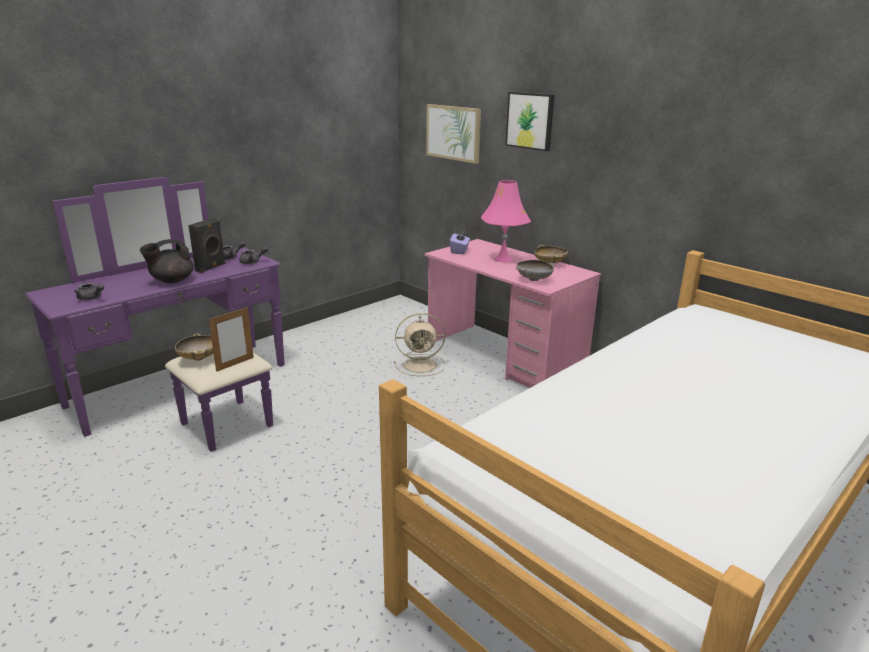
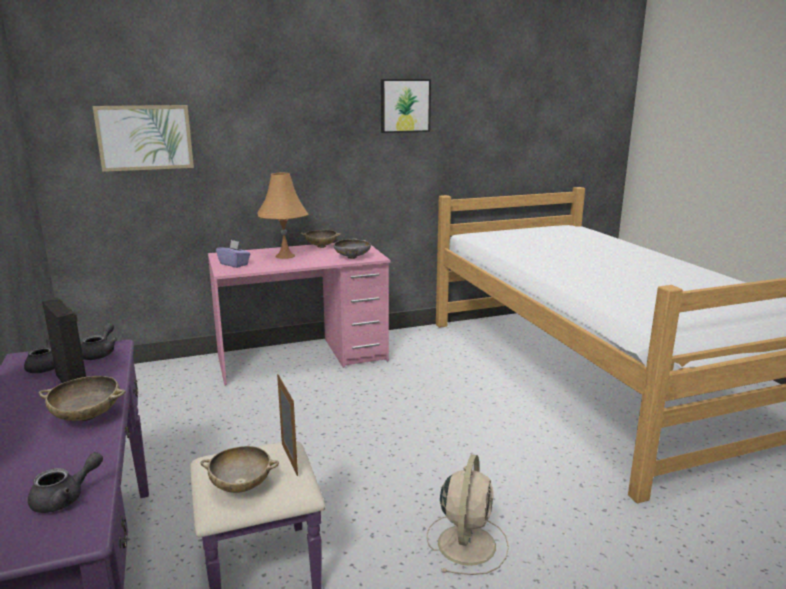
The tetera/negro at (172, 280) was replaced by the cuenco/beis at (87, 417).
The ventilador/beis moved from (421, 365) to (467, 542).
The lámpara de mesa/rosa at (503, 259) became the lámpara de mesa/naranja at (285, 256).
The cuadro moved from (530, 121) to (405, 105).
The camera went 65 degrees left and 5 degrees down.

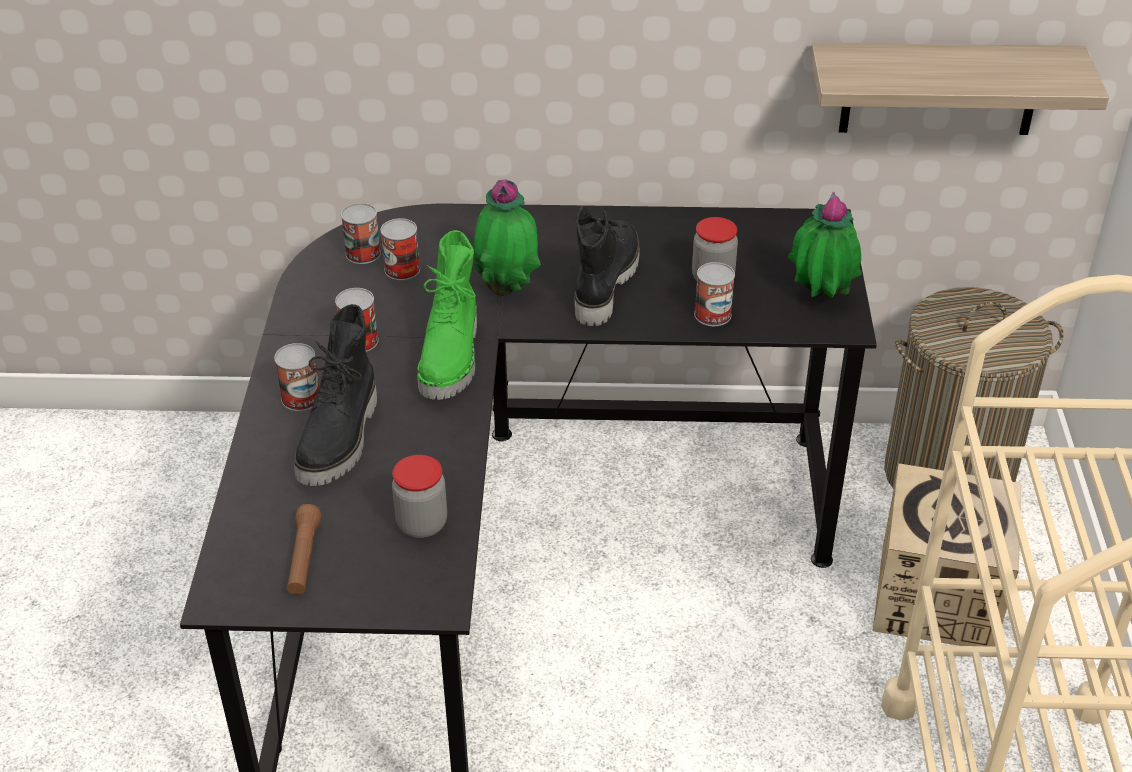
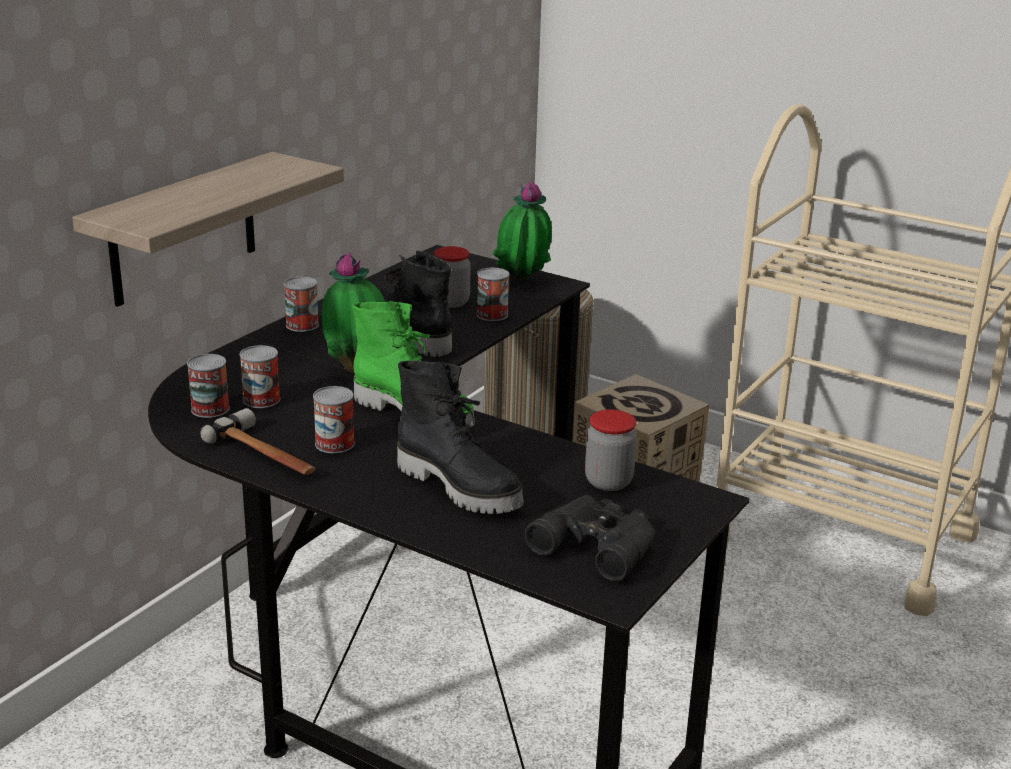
The lata moved from (301, 398) to (302, 325).
The linterna/marrón at (304, 558) was replaced by the prismáticos/negro at (598, 544).
The estante moved from (940, 88) to (183, 229).
The martillo at (266, 454) appeared.
The camera went 60 degrees left and 15 degrees down.

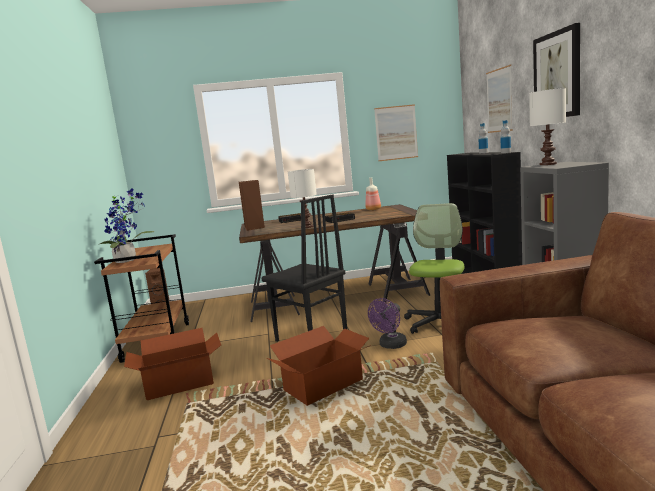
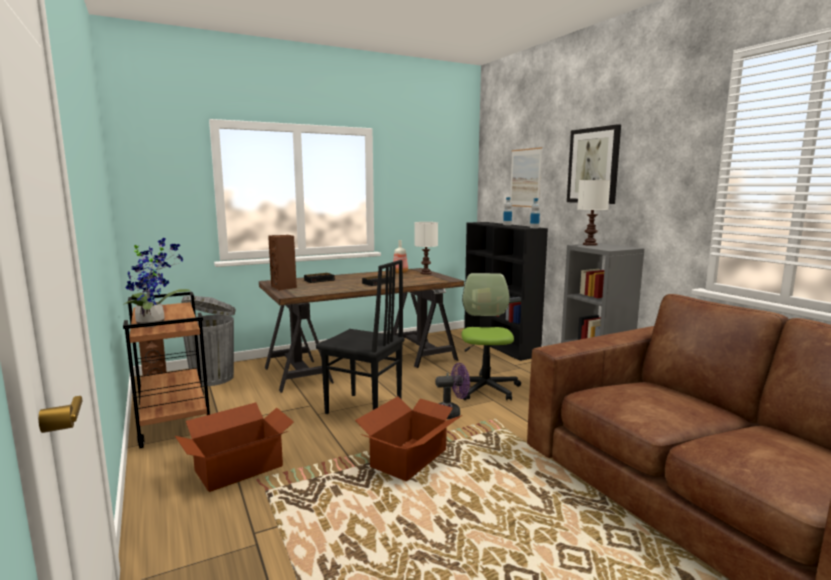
The lámpara de mesa/blanco moved from (307, 227) to (426, 273).
The ventilador/morado at (390, 345) turned 120 degrees counterclockwise.
The cuadro at (396, 133) disappeared.
The papelera/gris at (213, 378) appeared.
The camera went 20 degrees left and 0 degrees up.

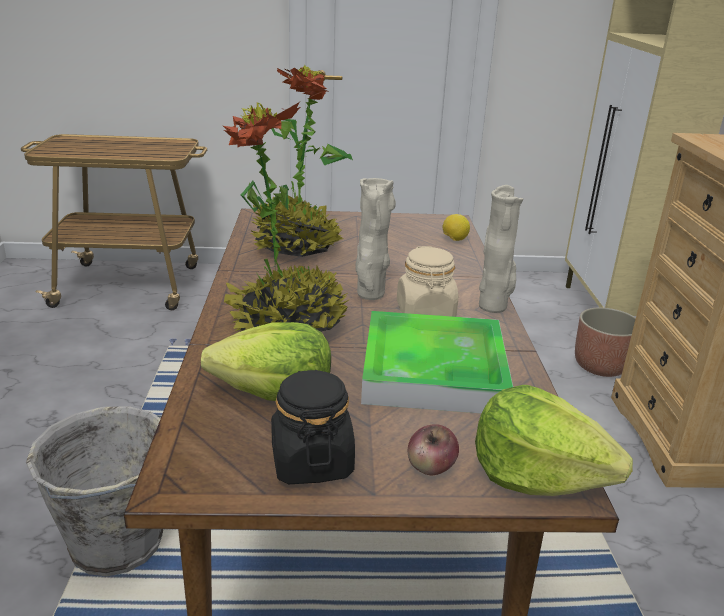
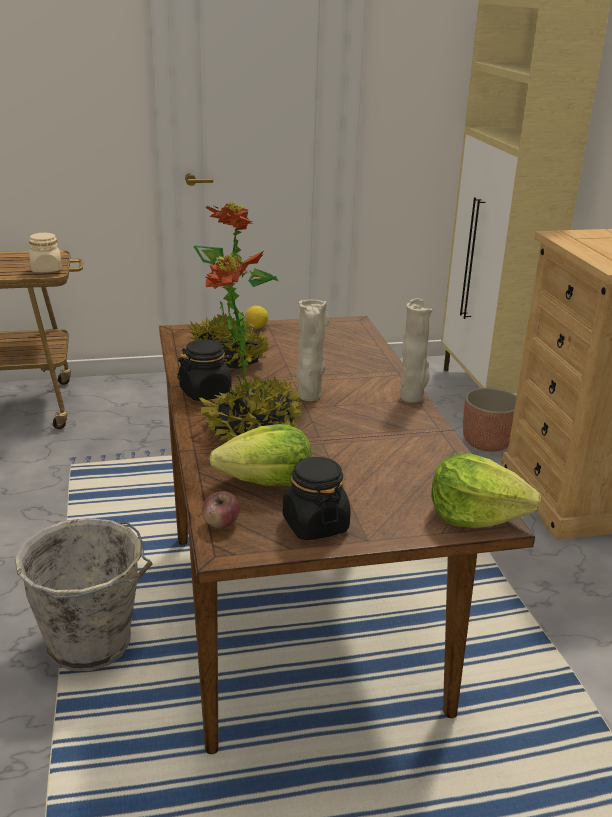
The bandeja at (433, 370) disappeared.
The tarro/beis moved from (425, 313) to (46, 269).
The manzana moved from (431, 467) to (221, 523).
The limón moved from (454, 239) to (256, 327).
The tarro/negro at (206, 392) appeared.
The camera went 10 degrees left and 0 degrees up.

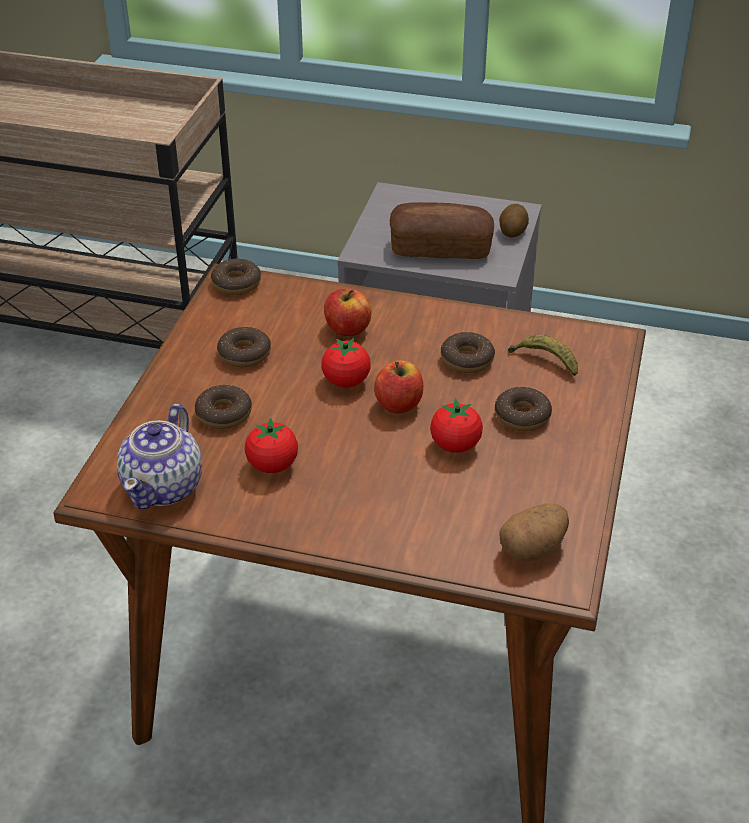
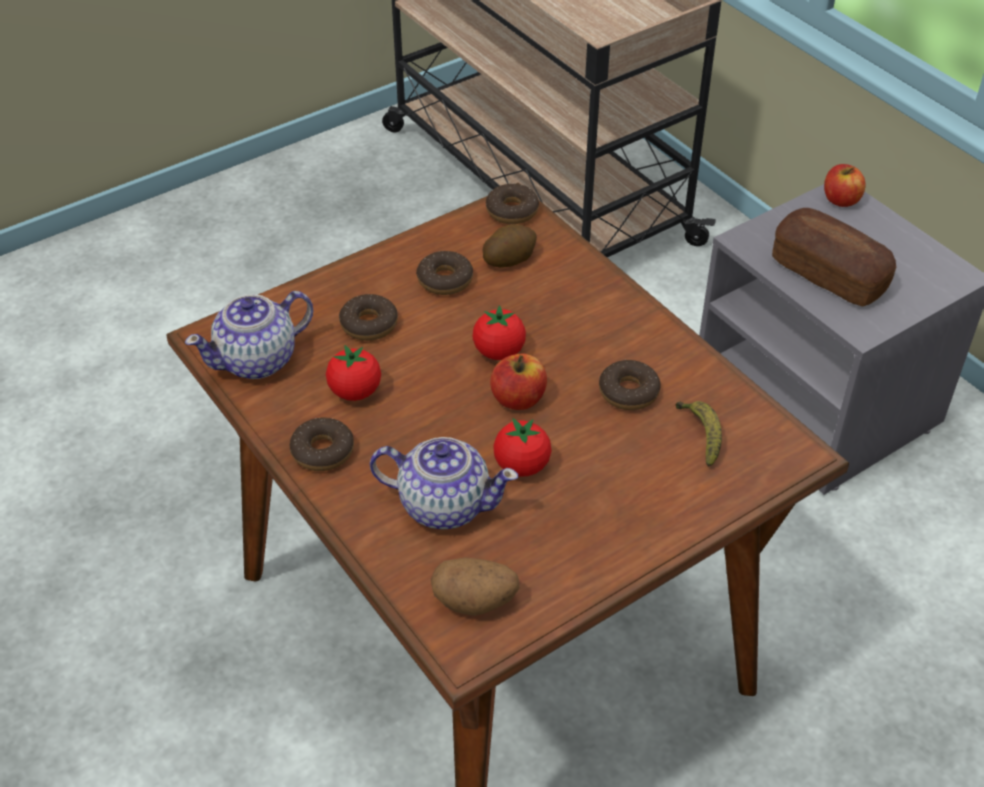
The manzana moved from (347, 329) to (840, 200).
The rosquilla moved from (522, 416) to (322, 451).
The patata moved from (512, 231) to (509, 259).
The tetera at (443, 504) appeared.
The camera went 40 degrees right and 5 degrees up.

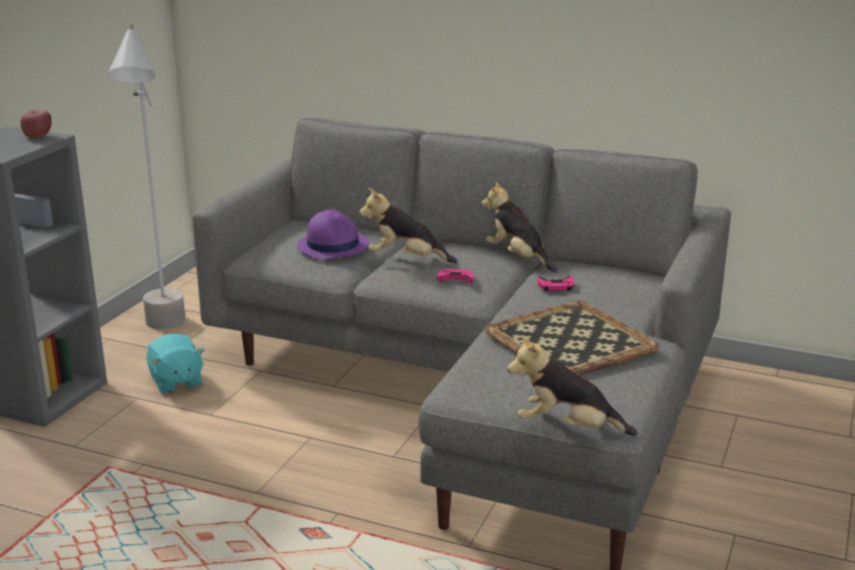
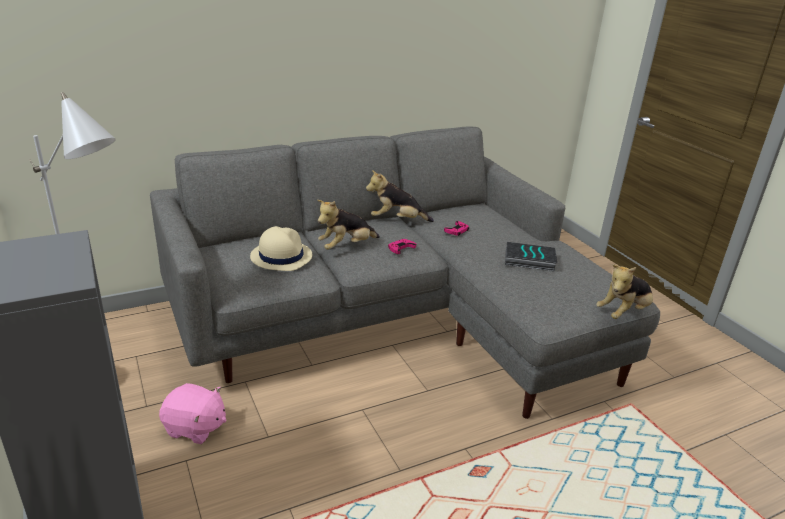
The manzana at (37, 136) disappeared.
The peluche/turquesa at (176, 382) became the peluche/rosa at (195, 428).
The sombrero/morado at (333, 245) became the sombrero/beis at (281, 256).
The bandeja at (568, 340) was replaced by the libro at (528, 260).
The camera went 50 degrees left and 5 degrees up.

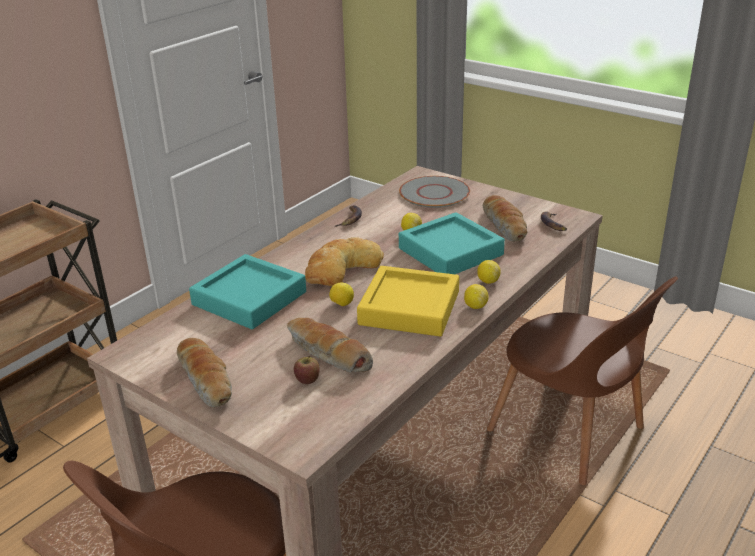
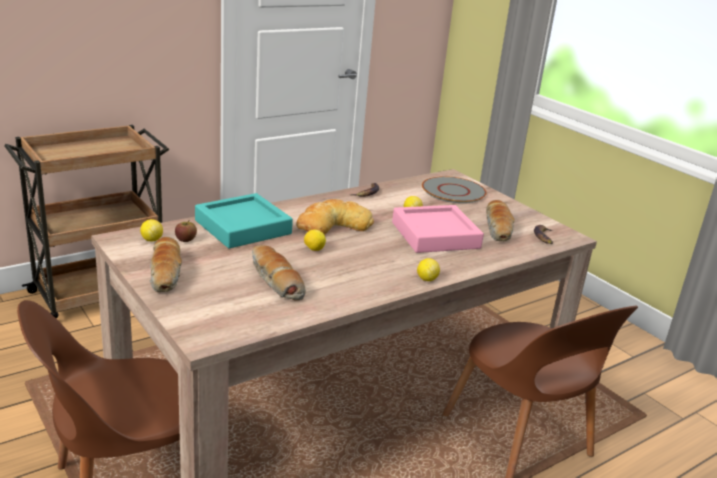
The manzana moved from (307, 379) to (186, 239).
The bandeja/amarillo at (409, 308) disappeared.
The bandeja/turquesa at (450, 252) became the bandeja/rosa at (435, 235).
The limón moved from (488, 281) to (152, 239).
The camera went 15 degrees right and 5 degrees down.

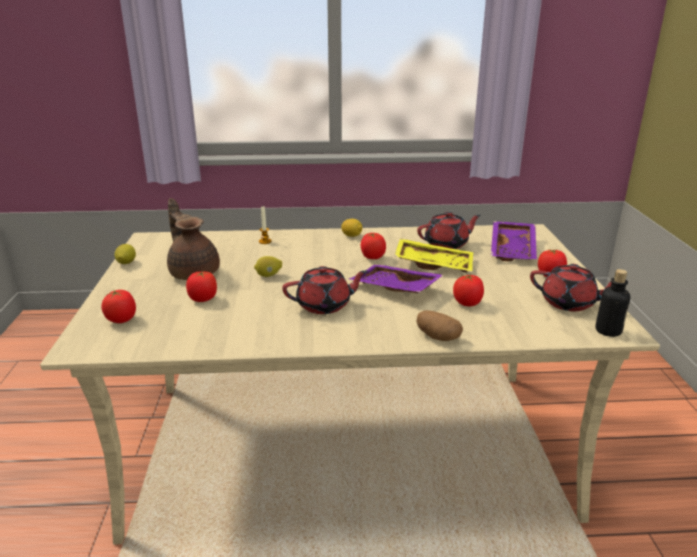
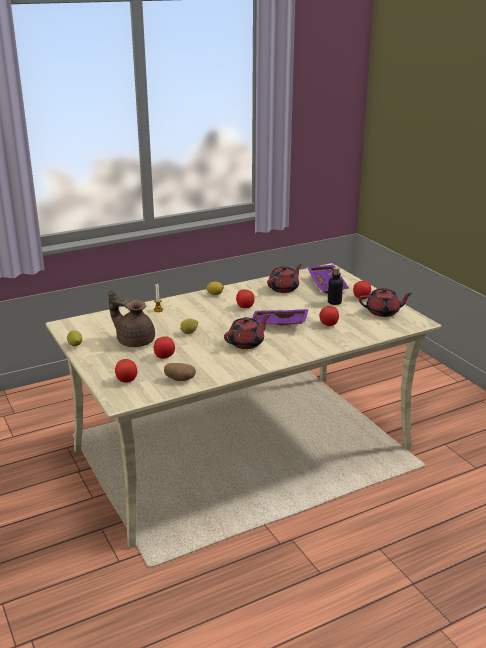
The bandeja/amarillo at (434, 264) disappeared.
The patata moved from (437, 337) to (179, 379).
The botella moved from (608, 331) to (334, 302).
The camera went 25 degrees left and 0 degrees up.

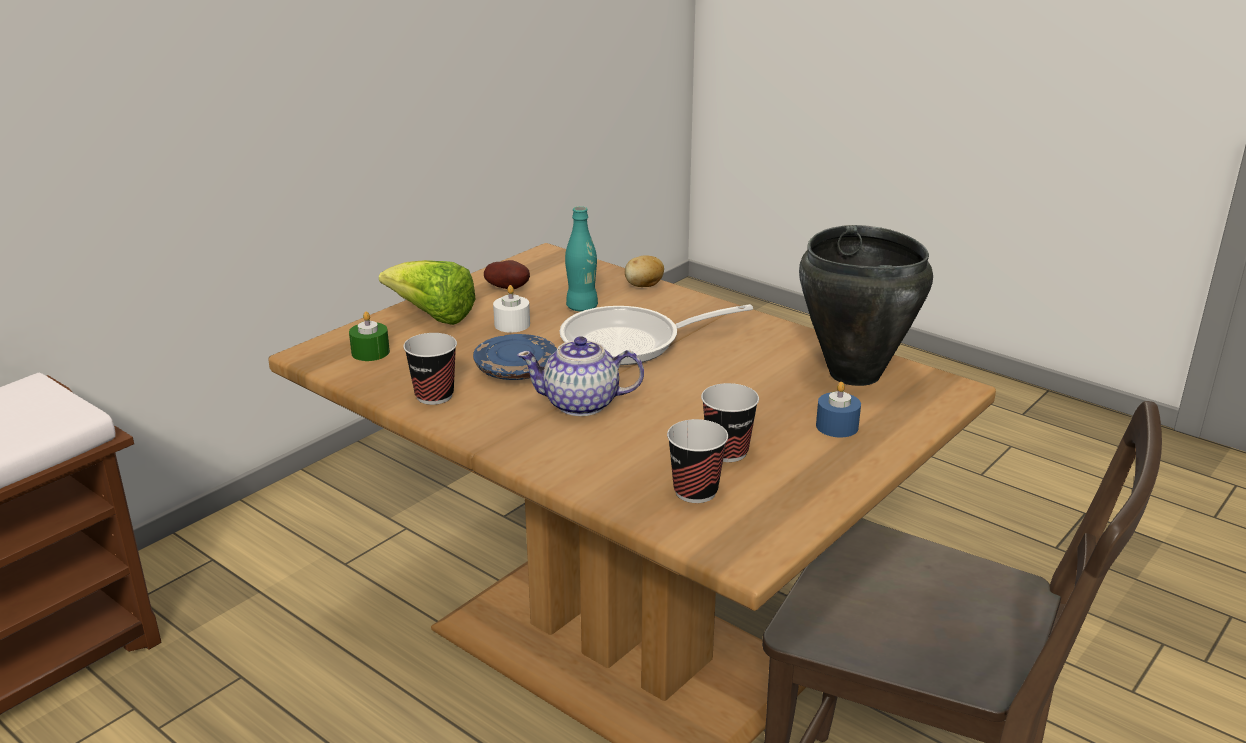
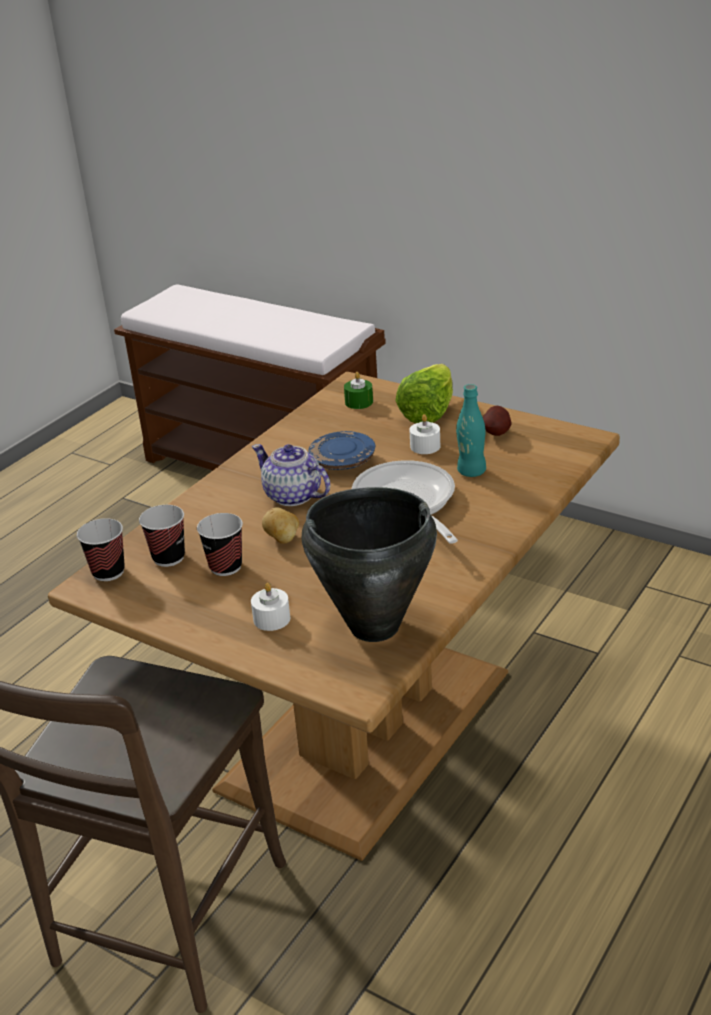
The taza moved from (434, 396) to (108, 572).
The tetera at (582, 404) turned 45 degrees counterclockwise.
The patata moved from (644, 286) to (283, 539).
The vela/azul at (837, 426) became the vela/blanco at (271, 619).
The camera went 85 degrees right and 5 degrees up.

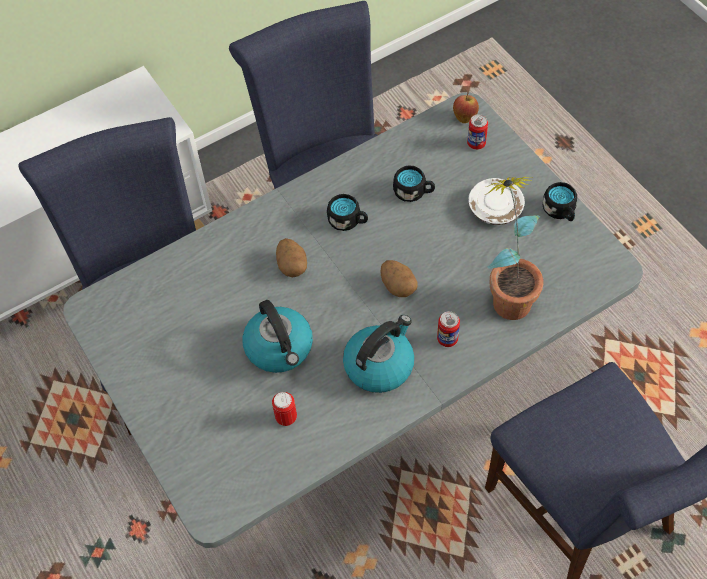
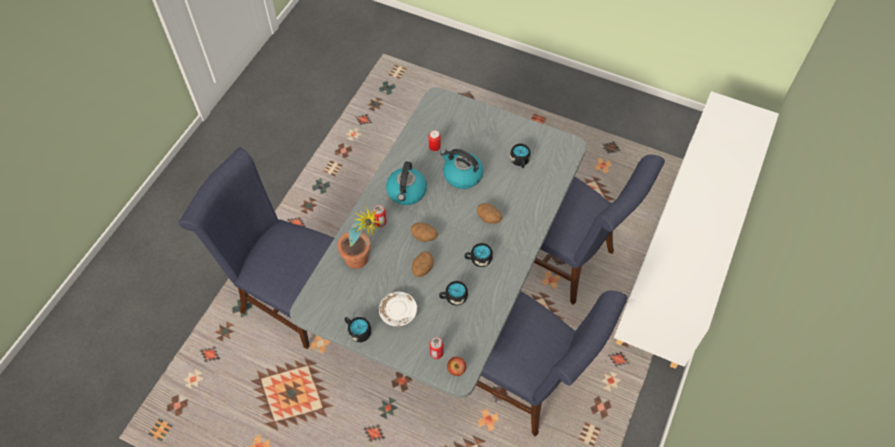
The patata at (422, 269) appeared.
The taza grande/negro at (520, 161) appeared.
The camera went 145 degrees right and 0 degrees up.

